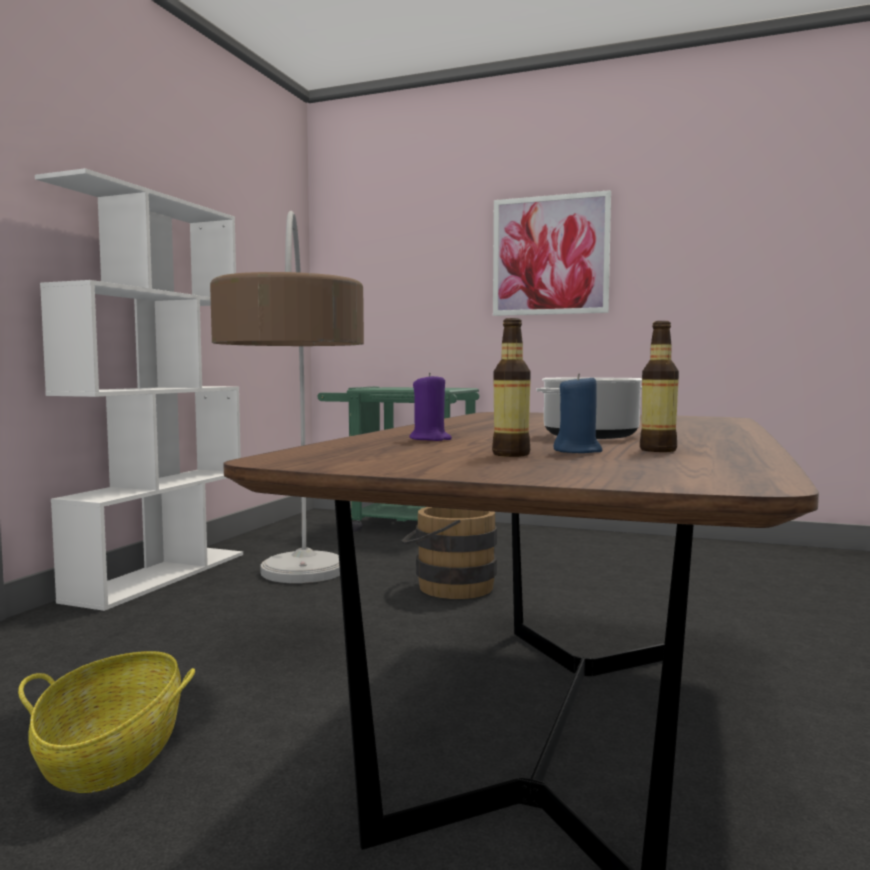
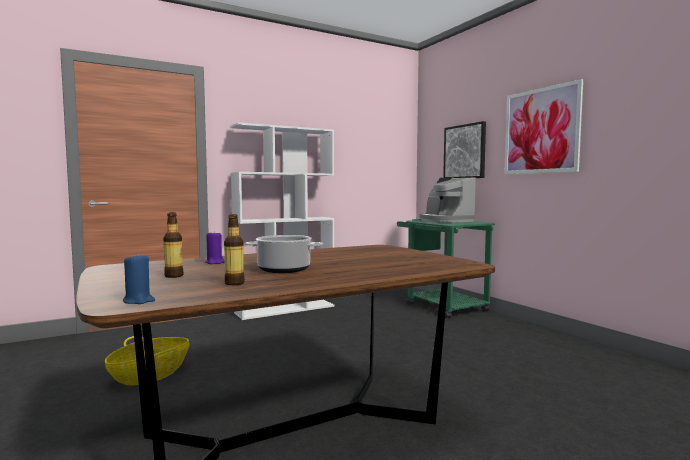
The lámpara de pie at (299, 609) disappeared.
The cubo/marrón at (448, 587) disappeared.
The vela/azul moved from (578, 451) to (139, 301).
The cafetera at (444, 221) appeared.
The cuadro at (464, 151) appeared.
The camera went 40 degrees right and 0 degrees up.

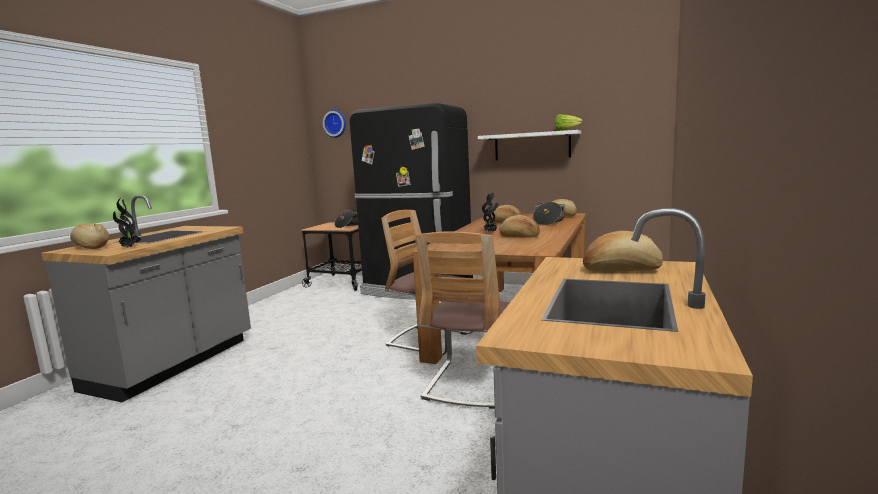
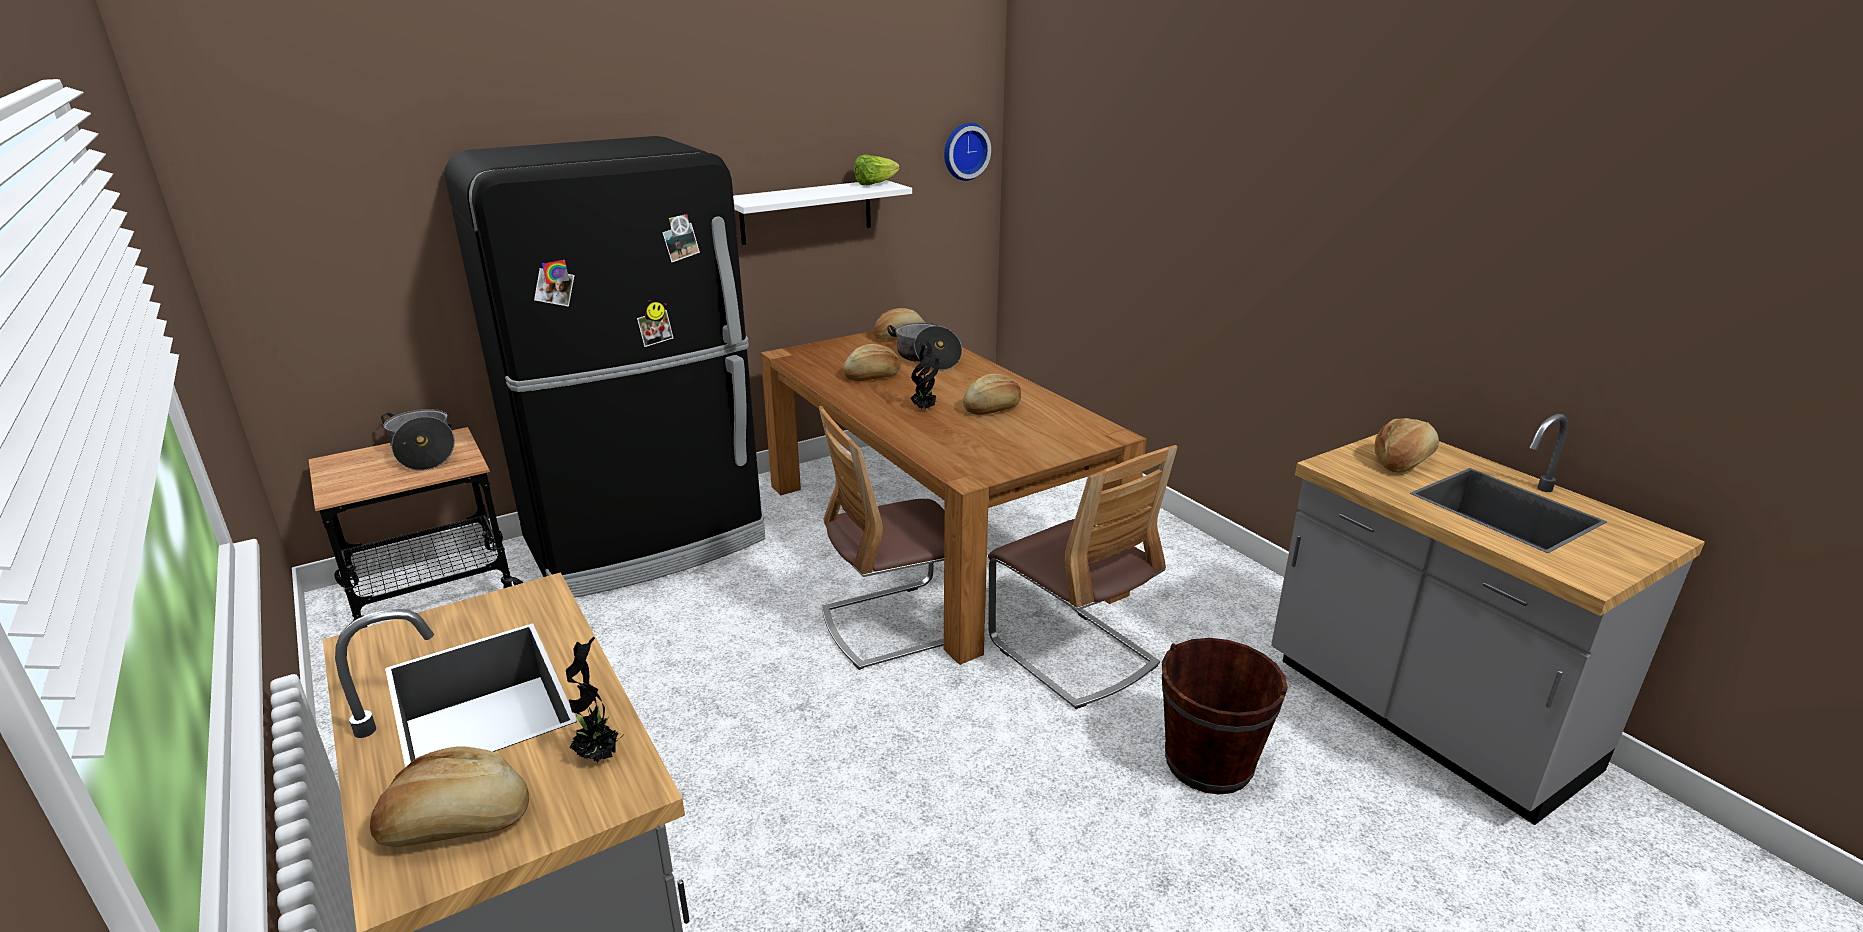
The reloj de pared moved from (335, 123) to (964, 151).
The cubo/marrón at (1208, 763) appeared.
The camera went 55 degrees left and 15 degrees up.

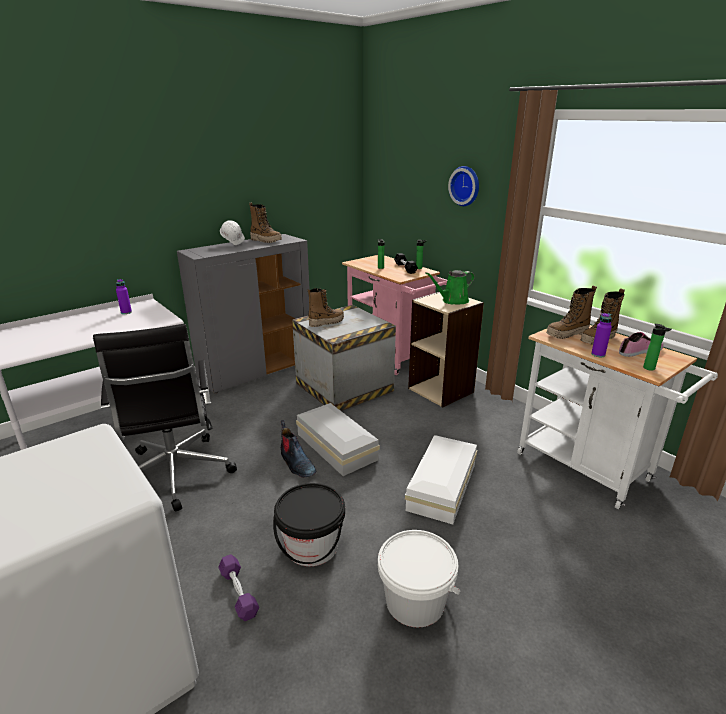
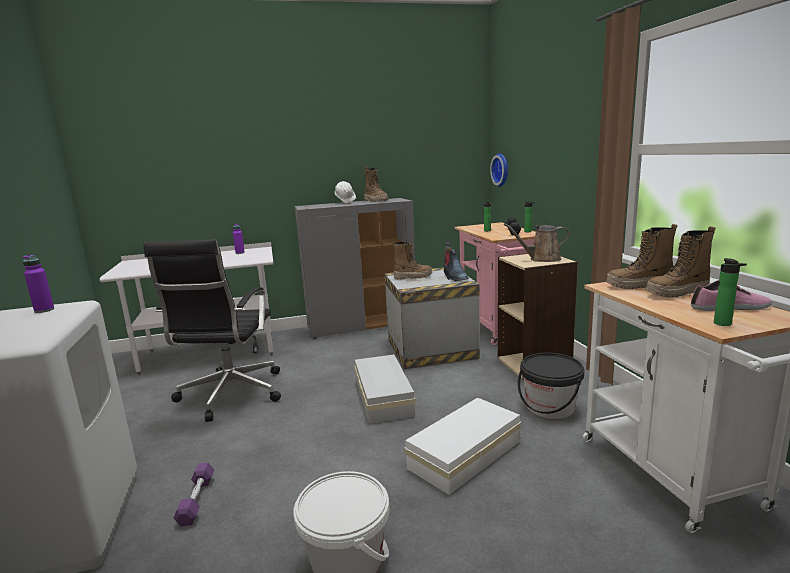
The cubo/negro moved from (311, 546) to (550, 407).
The bota moved from (296, 464) to (454, 277).
The regadera/verde at (453, 301) became the regadera/marrón at (542, 259).
The reloj de pared moved from (466, 186) to (502, 170).
The botella/morado moved from (598, 354) to (44, 310).
The camera went 25 degrees right and 10 degrees down.

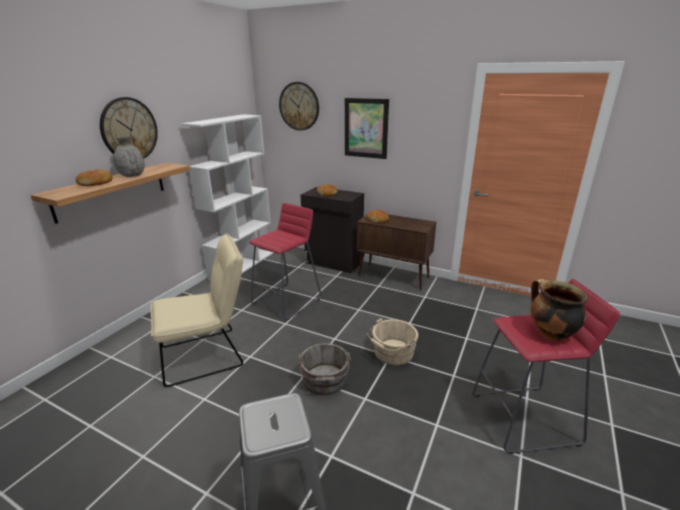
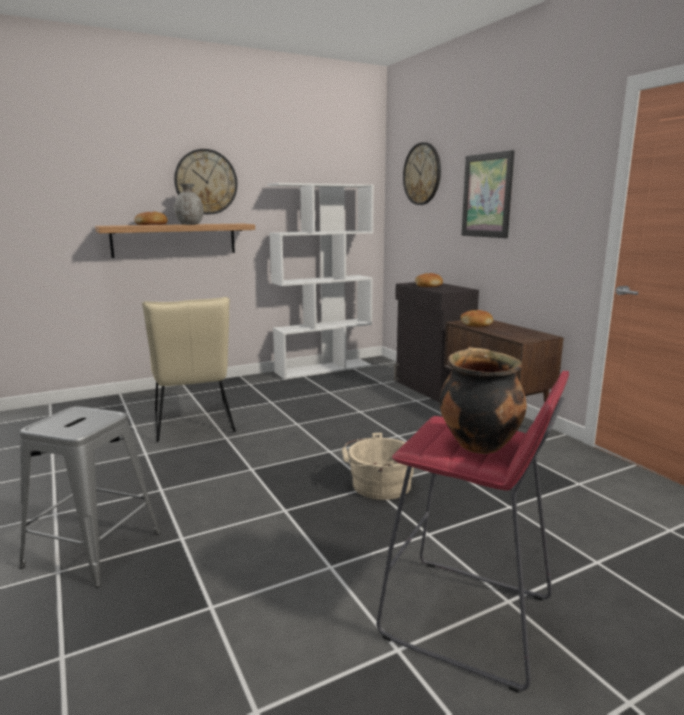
The silla/beis at (208, 355) turned 60 degrees clockwise.
The taburete/rojo at (287, 301) disappeared.
The cubo/gris at (325, 382) disappeared.
The camera went 35 degrees right and 10 degrees down.

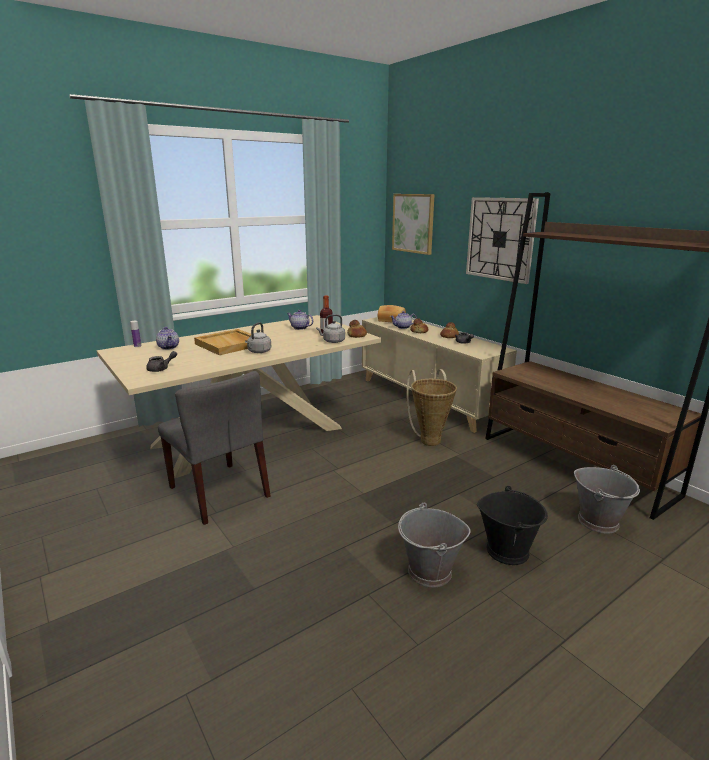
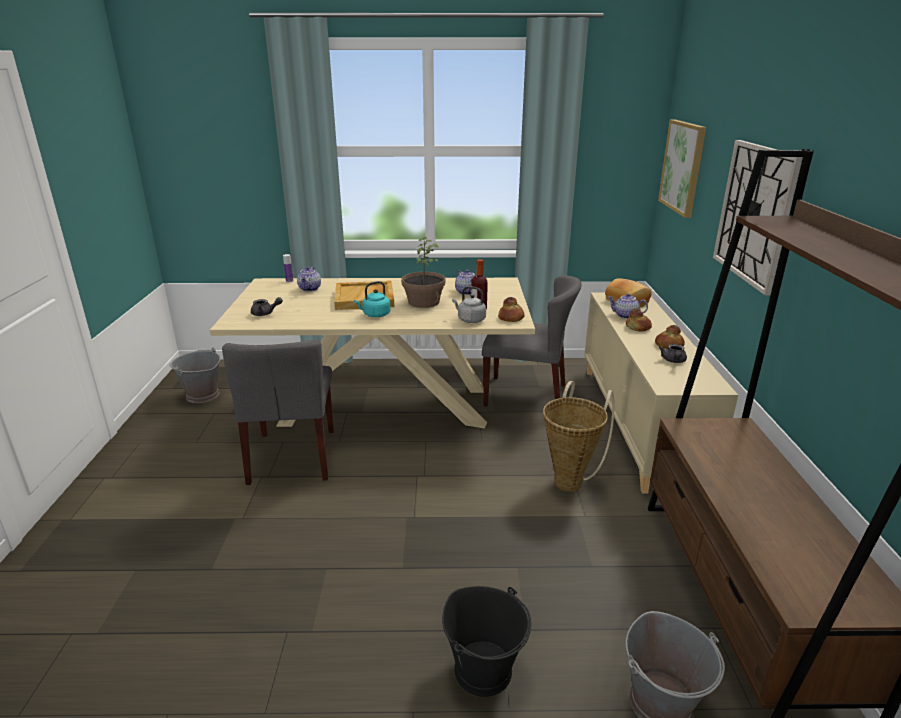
The hervidor/gris at (258, 352) became the hervidor/turquesa at (375, 315).
The cubo/gris moved from (429, 572) to (202, 395).
The planta en maceta at (423, 302) appeared.
The silla/gris at (526, 395) appeared.
The camera went 35 degrees right and 5 degrees up.

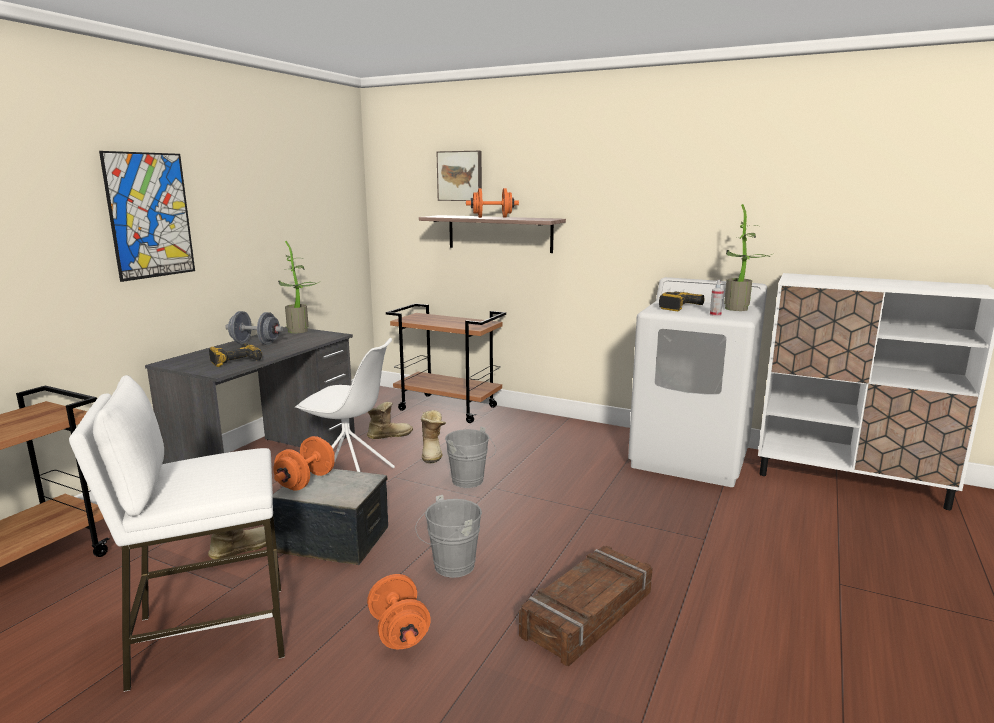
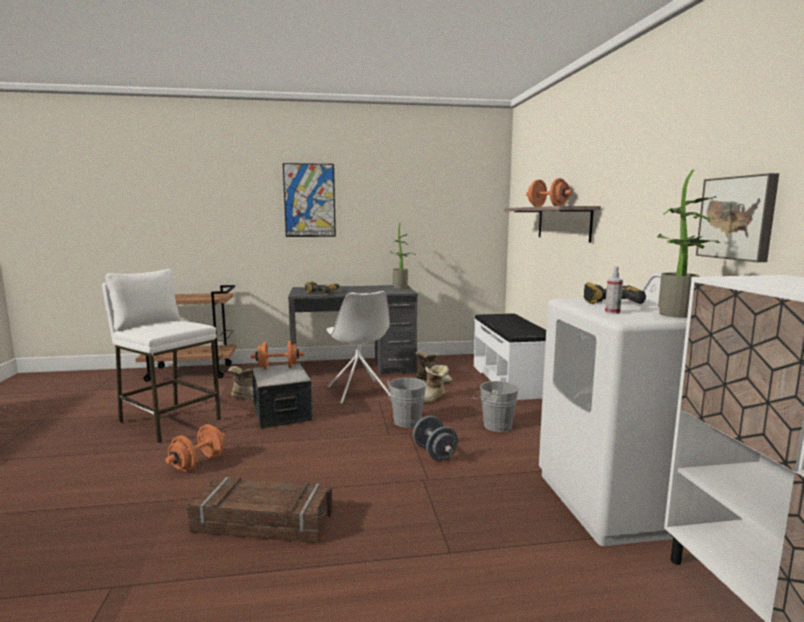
The mancuerna/gris moved from (255, 343) to (434, 453).
The carrito/marrón at (449, 408) was replaced by the banco/blanco at (511, 380).
The cubo/gris moved from (450, 567) to (494, 425).
The cuadro moved from (460, 176) to (738, 218).
The camera went 55 degrees right and 5 degrees down.

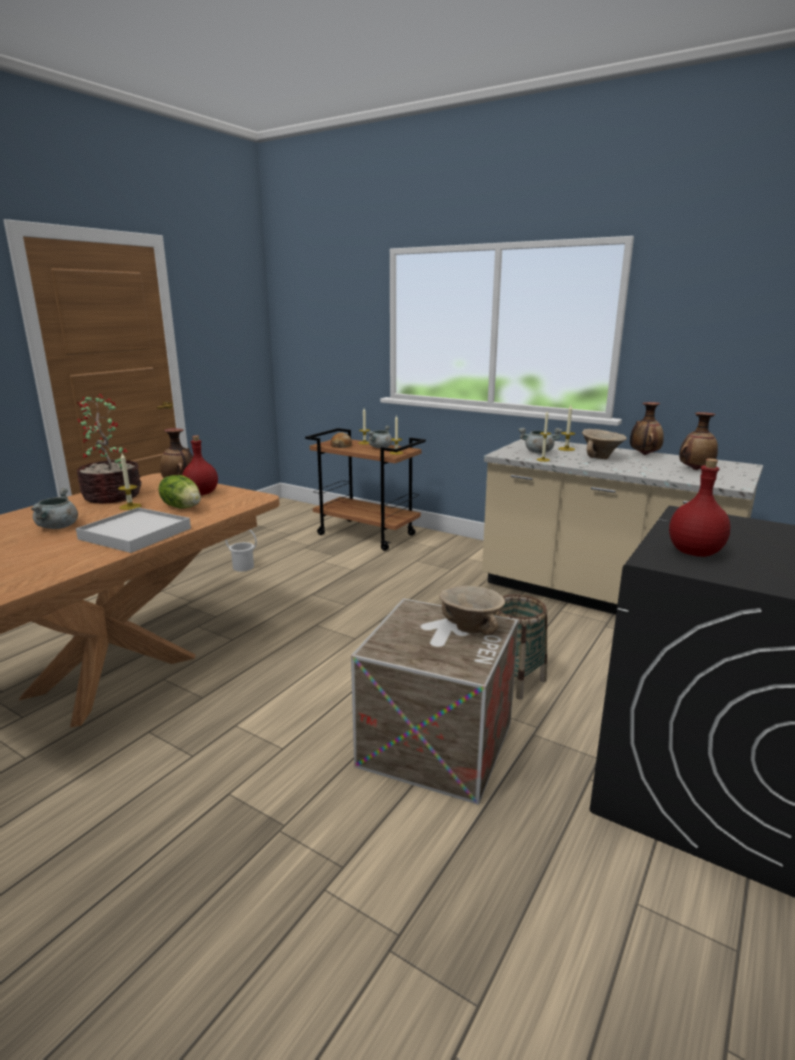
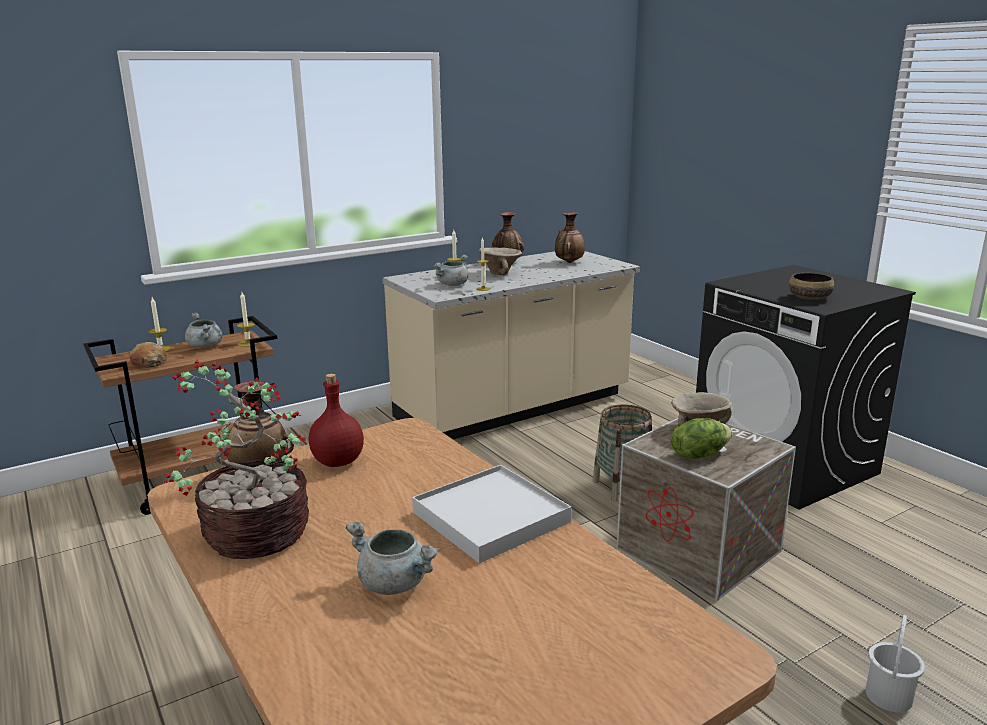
The vela at (130, 506) disappeared.
The lechuga moved from (182, 507) to (698, 454).
The cubo/blanco moved from (243, 567) to (889, 696).
The botella/rojo at (695, 553) was replaced by the cuenco at (810, 298).
The camera went 65 degrees left and 0 degrees up.

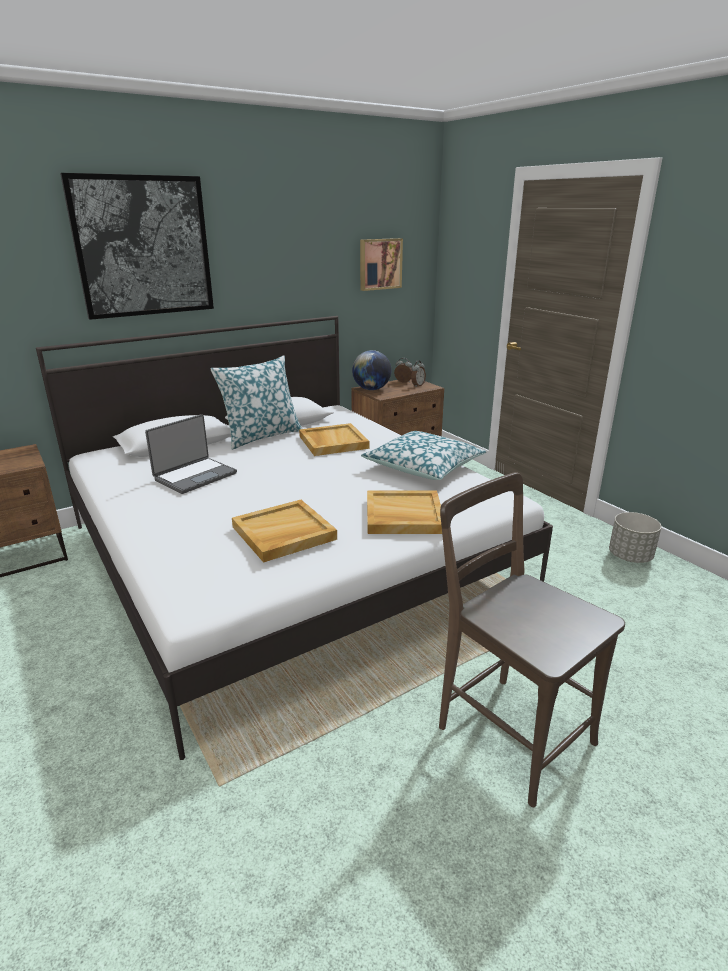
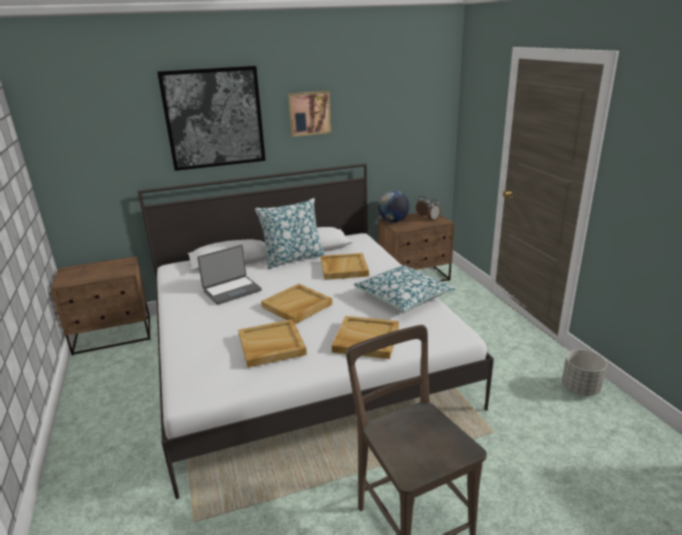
The cuadro moved from (379, 264) to (309, 113).
The bandeja/beis at (297, 306) appeared.
The camera went 15 degrees right and 0 degrees up.

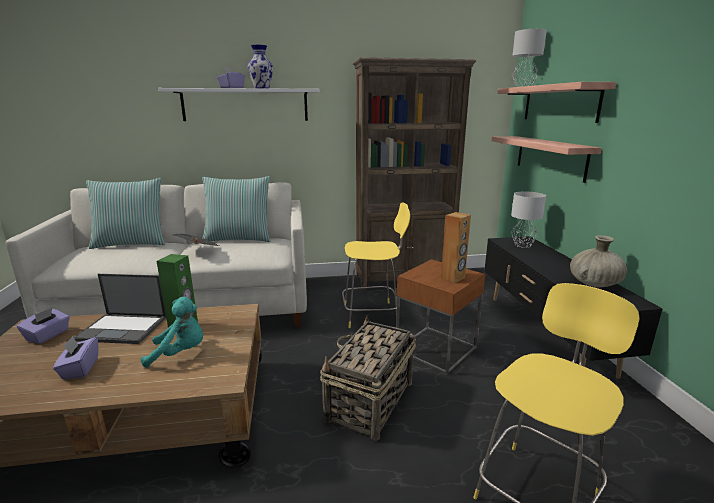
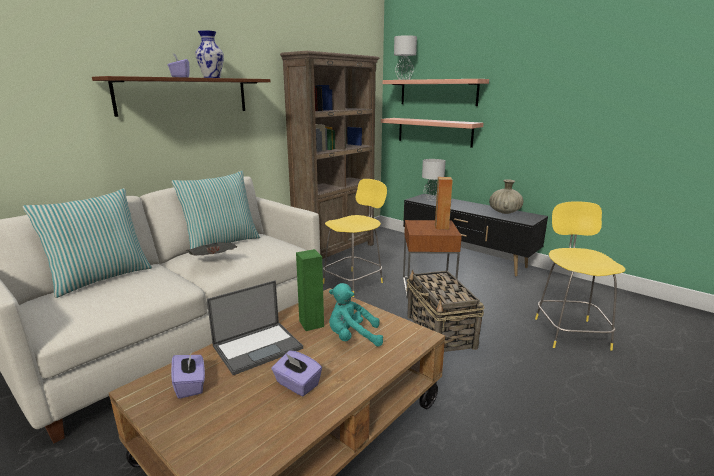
The peluche/turquesa at (180, 353) turned 135 degrees counterclockwise.
The estante/blanco at (245, 105) became the estante/marrón at (184, 96).
The camera went 40 degrees left and 0 degrees up.

